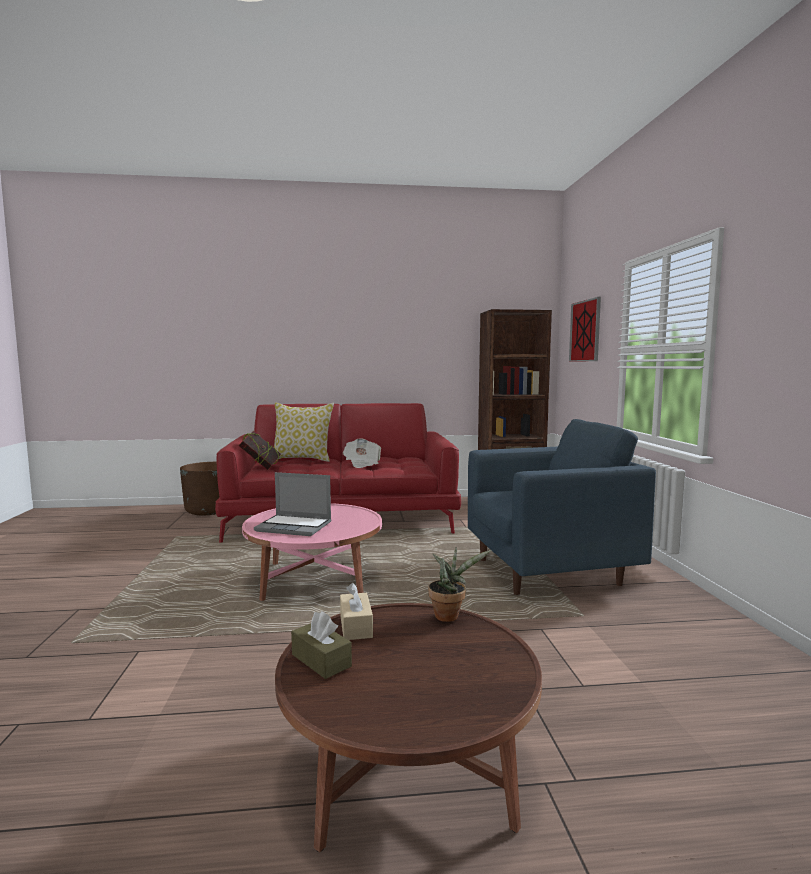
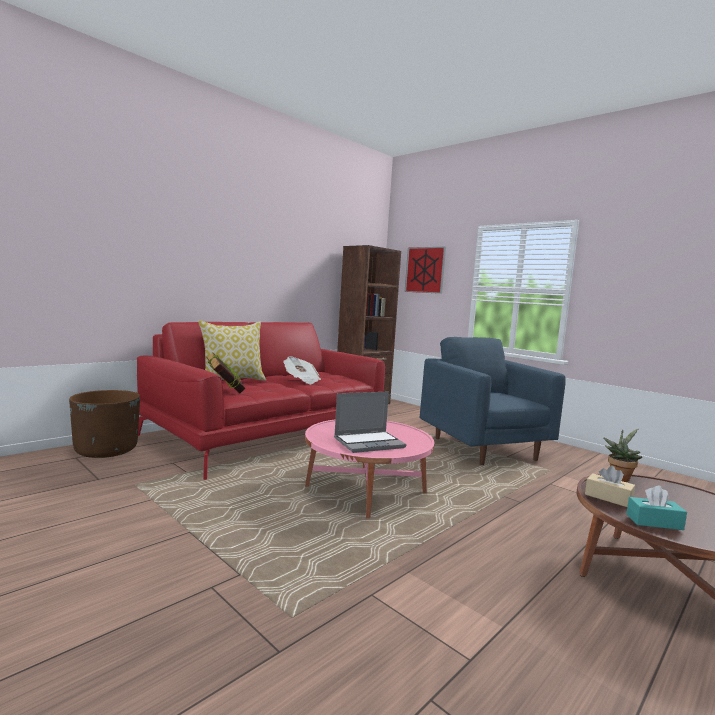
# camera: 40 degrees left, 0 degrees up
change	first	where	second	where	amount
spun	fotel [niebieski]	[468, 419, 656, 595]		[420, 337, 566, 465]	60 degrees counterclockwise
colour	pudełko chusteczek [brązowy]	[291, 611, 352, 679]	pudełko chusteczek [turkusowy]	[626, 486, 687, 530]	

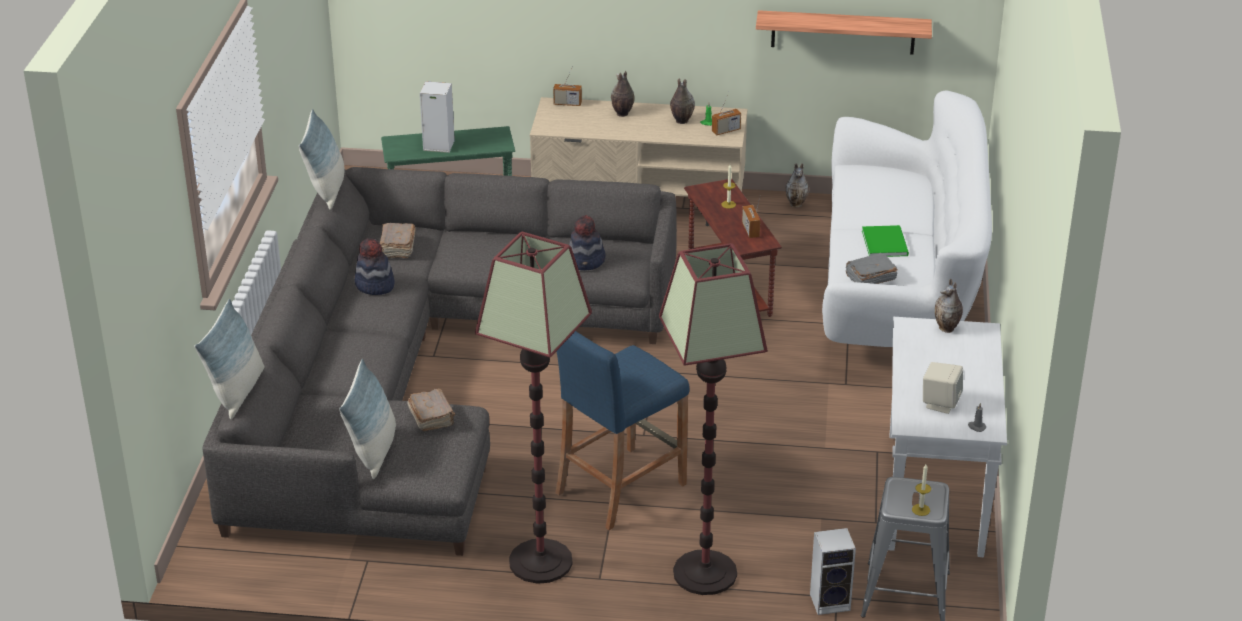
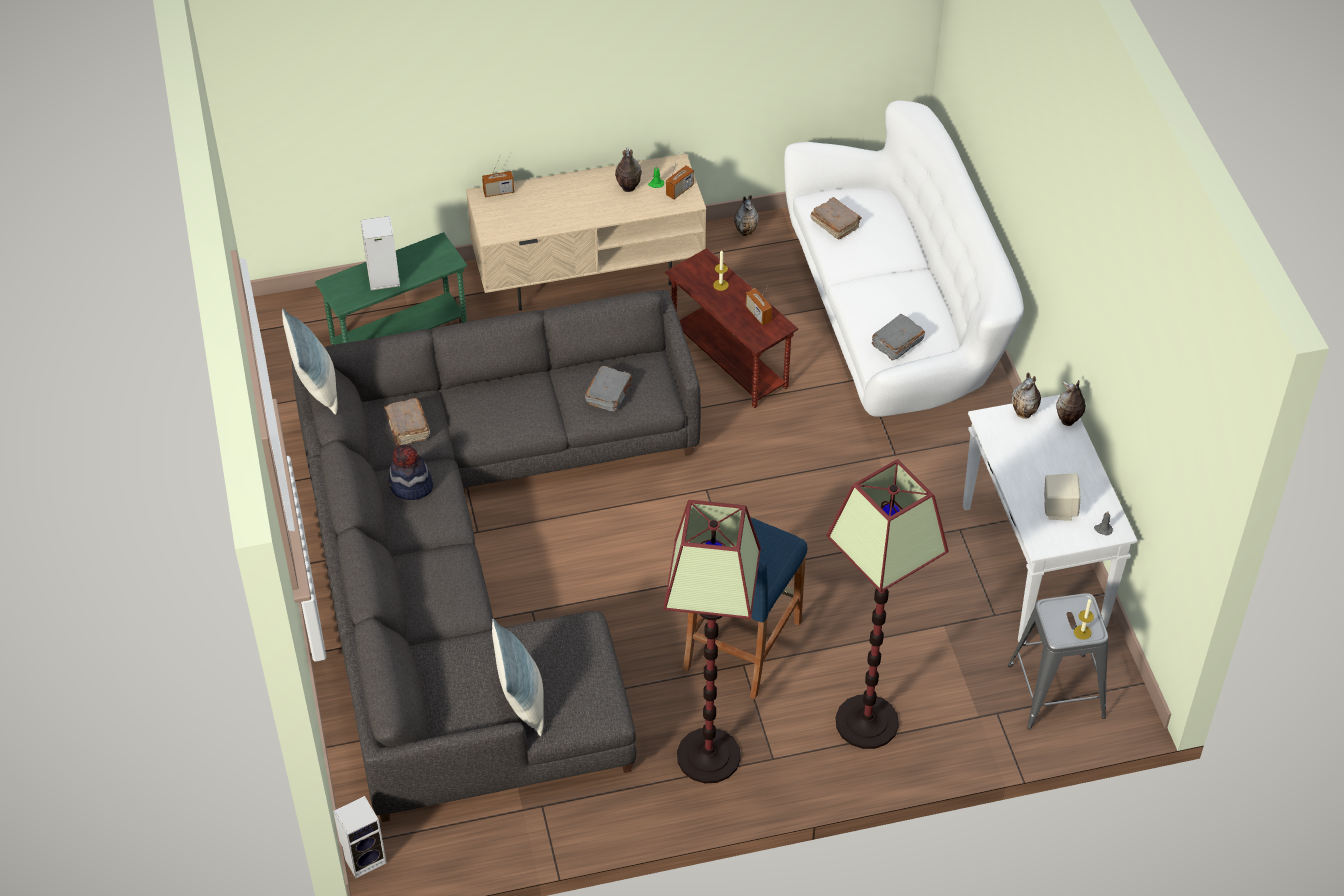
# camera: 20 degrees left, 15 degrees up
change	first	where	second	where	amount
missing	półka	[756, 10, 932, 55]			
relocated	wazon	[611, 71, 635, 117]		[1056, 380, 1086, 426]	
exchanged	kapelusz	[569, 215, 605, 270]	książka [szary]	[585, 366, 632, 411]	
missing	książka [zielony]	[862, 225, 909, 257]			
missing	poduszka	[195, 299, 264, 419]			
relocated	książka [brązowy]	[407, 388, 455, 431]		[811, 197, 862, 239]	
relocated	głośnik	[810, 528, 856, 615]		[333, 796, 387, 878]	

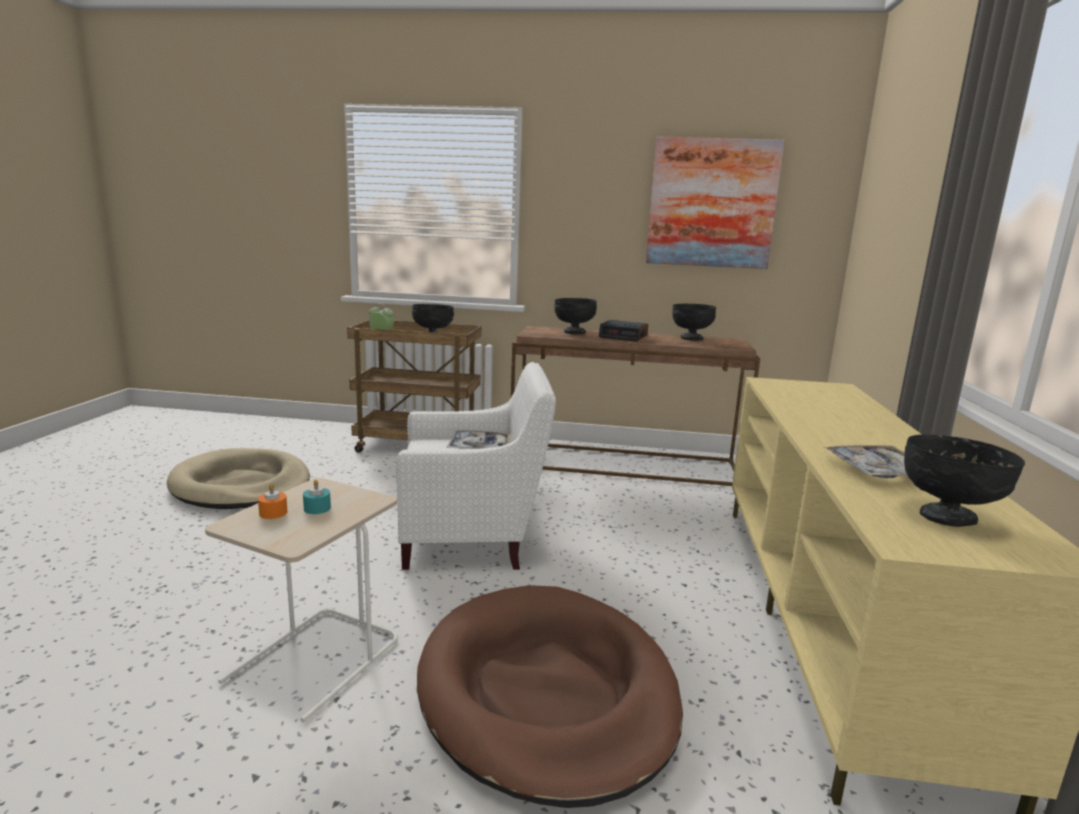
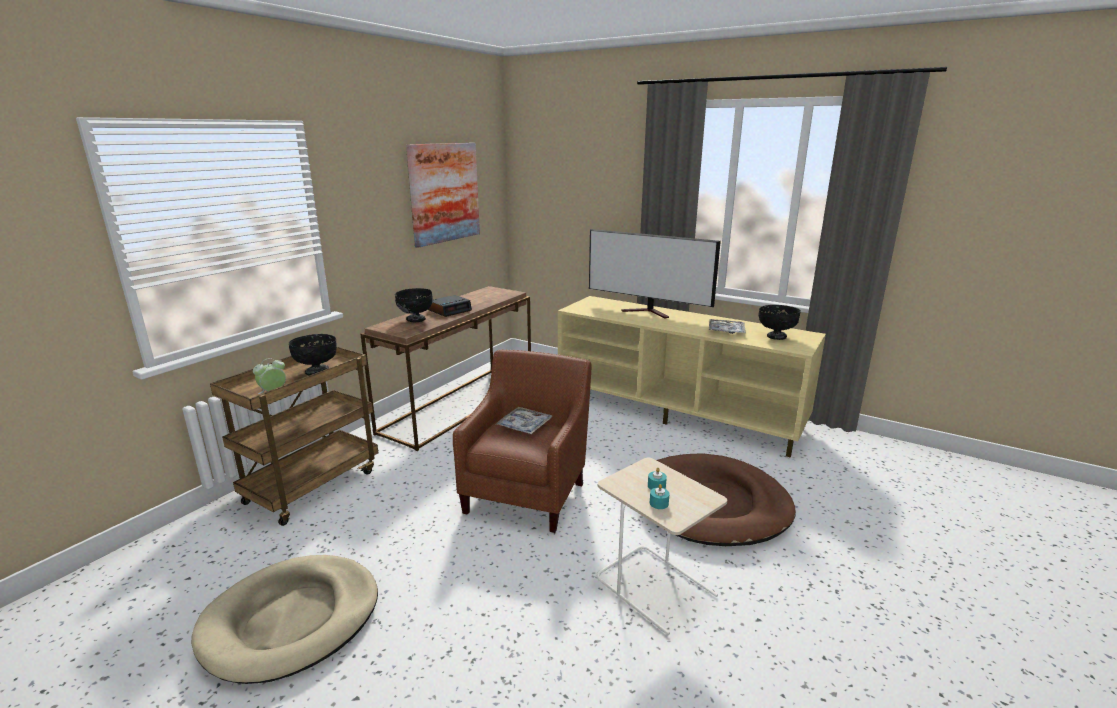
# camera: 65 degrees left, 5 degrees up
change	first	where	second	where	amount
missing	miska [czarny]	[672, 304, 716, 340]			
colour	fotel [biały]	[396, 362, 556, 570]	fotel [brązowy]	[453, 349, 592, 533]	
colour	świeca [pomarańczowy]	[258, 484, 288, 519]	świeca [turkusowy]	[650, 484, 670, 509]	
appeared			telewizor	[589, 229, 721, 319]	

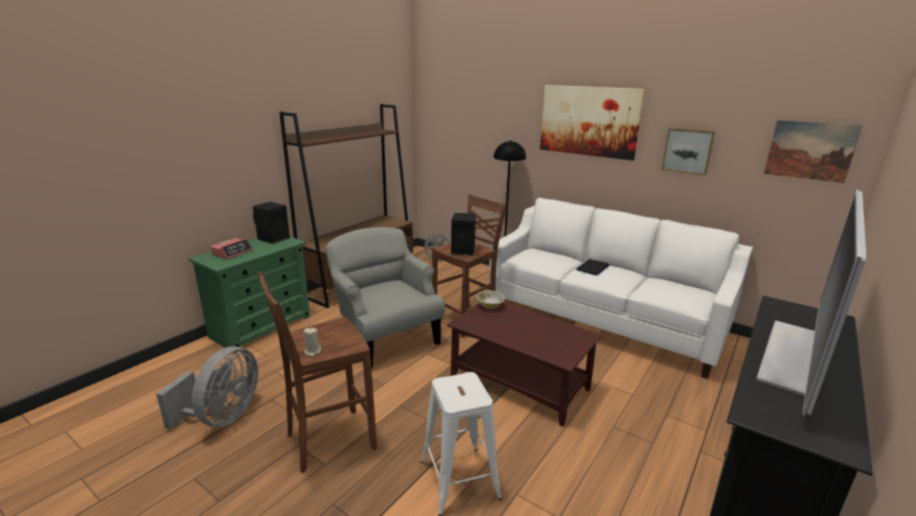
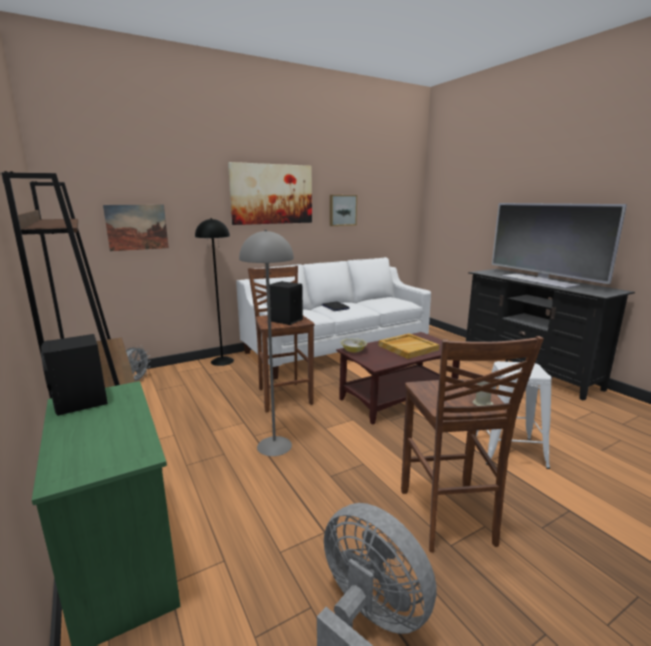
# camera: 65 degrees left, 5 degrees down
change	first	where	second	where	amount
relocated	obraz	[764, 120, 863, 183]		[103, 205, 169, 251]	
exchanged	fotel [szary]	[326, 227, 445, 369]	lampa stojąca [szary]	[239, 230, 294, 456]	
missing	budzik	[210, 238, 253, 259]			
appeared			taca [beżowy]	[379, 333, 440, 359]	

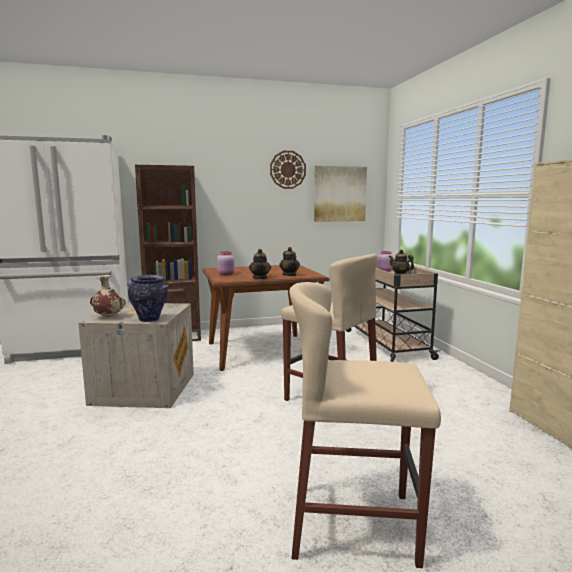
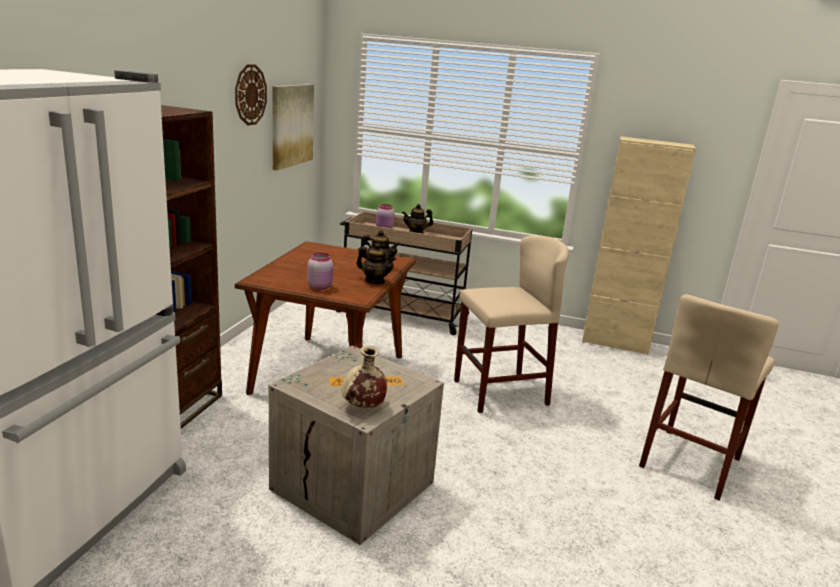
# camera: 60 degrees left, 10 degrees up
change	first	where	second	where	amount
missing	wazon	[127, 275, 169, 322]			

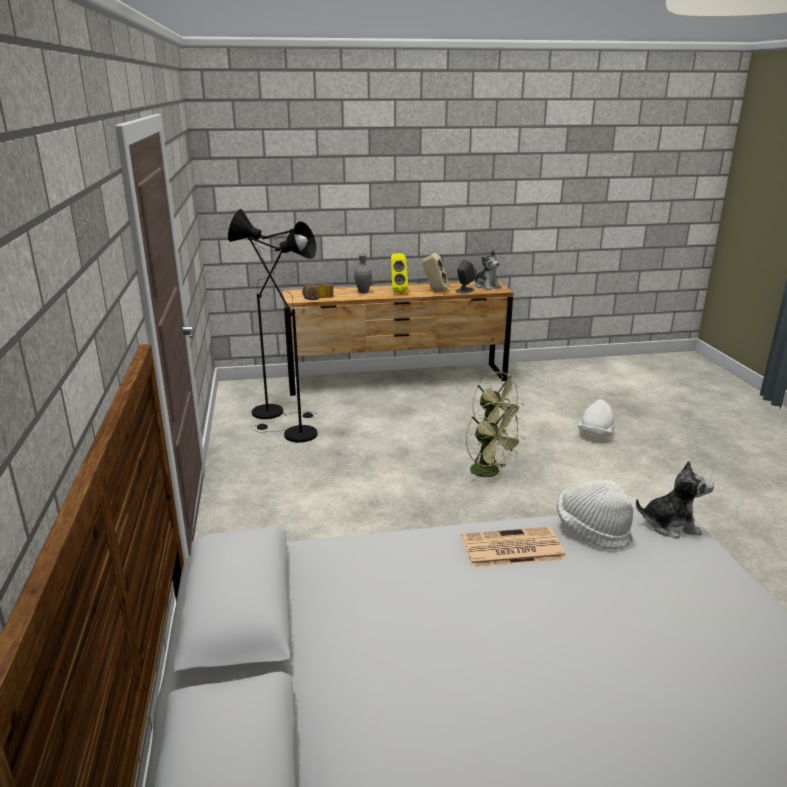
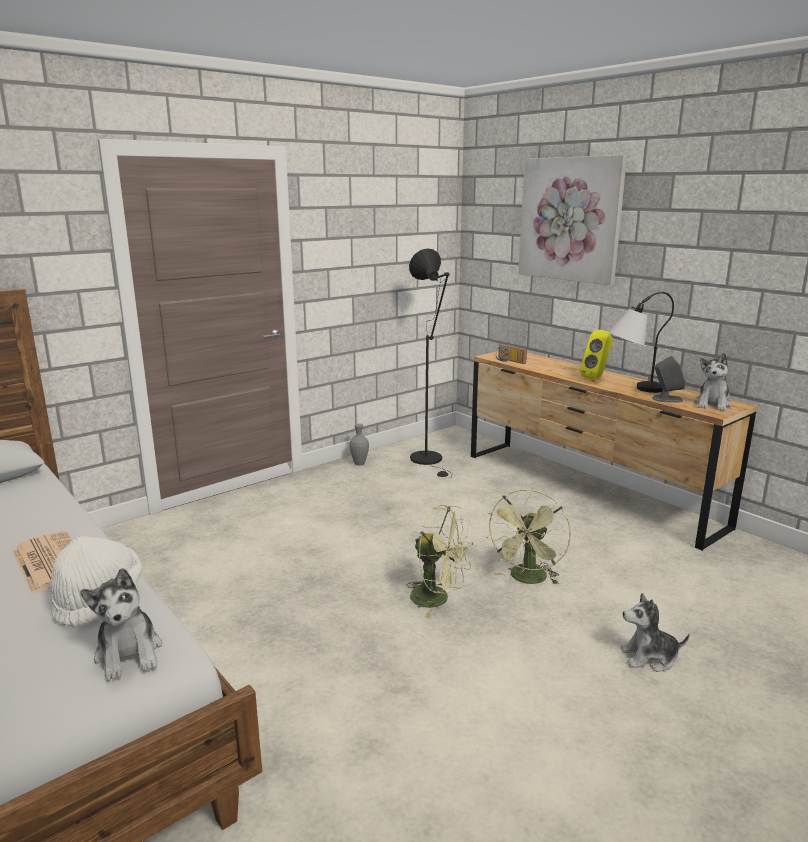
# camera: 60 degrees right, 5 degrees down
change	first	where	second	where	amount
missing	lampa stojąca [czarny]	[248, 222, 318, 443]			
exchanged	głośnik [beżowy]	[423, 253, 449, 292]	lampa stołowa	[609, 292, 674, 393]	
relocated	wazon [szary]	[354, 254, 372, 293]		[350, 424, 369, 465]	
exchanged	kapelusz [biały]	[578, 399, 614, 435]	pluszak	[621, 593, 690, 672]	
spun	wentylator [zielony]	[466, 402, 525, 482]		[406, 504, 473, 618]	90 degrees counterclockwise
appeared			obraz	[518, 155, 627, 286]	

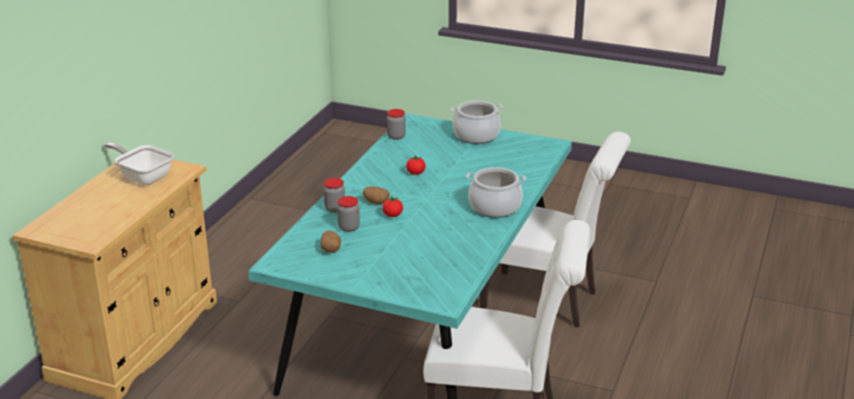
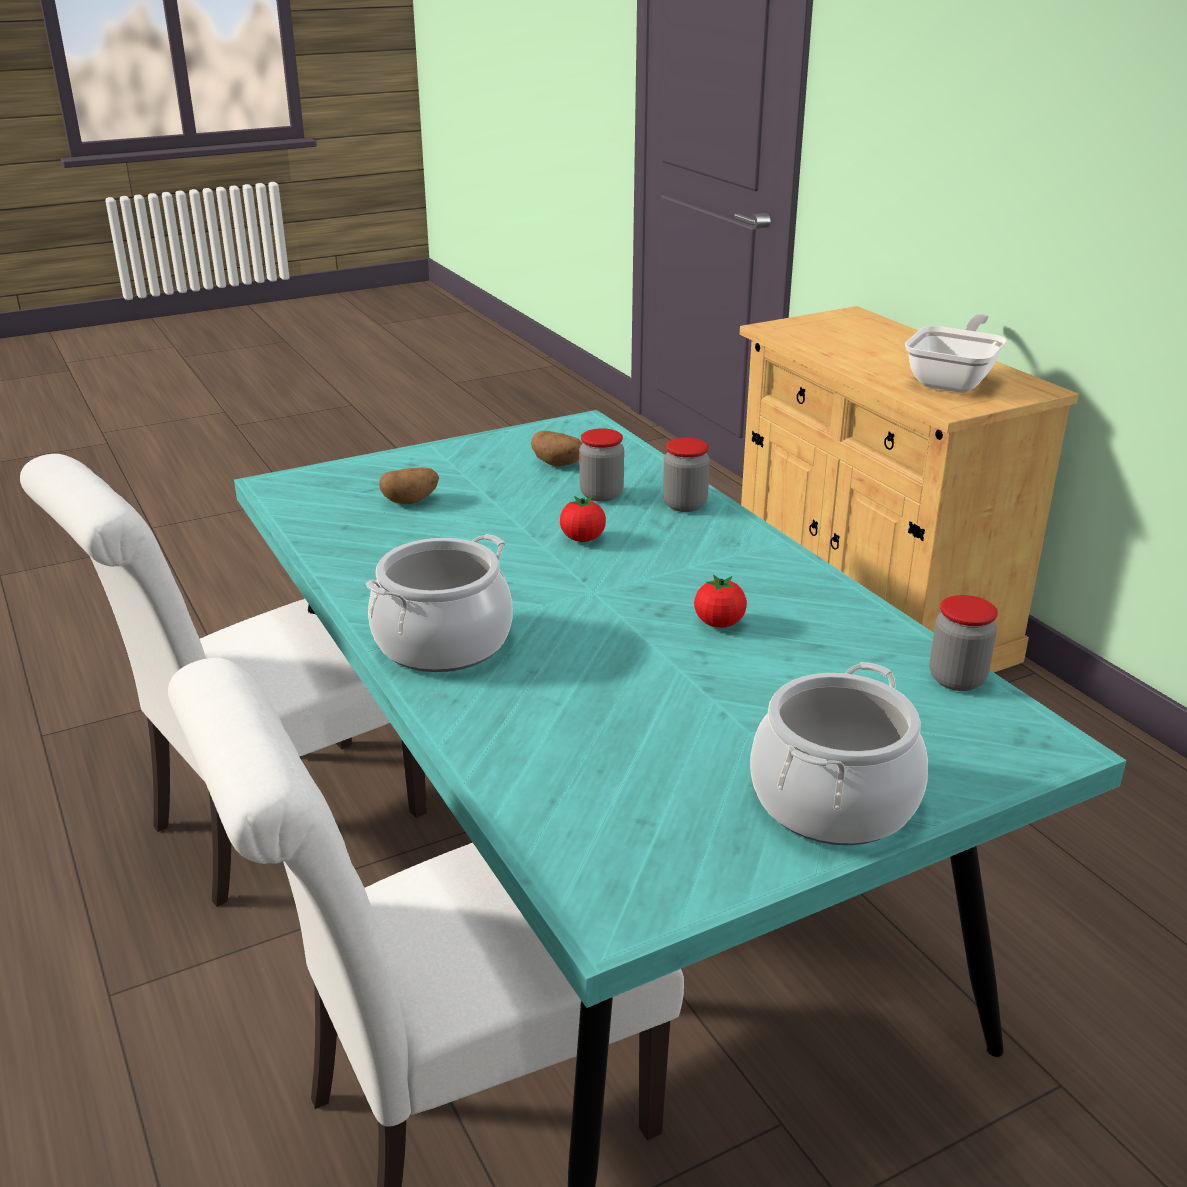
# camera: 130 degrees right, 0 degrees up
change	first	where	second	where	amount
spun	patelnia	[104, 142, 174, 185]		[905, 314, 1007, 393]	45 degrees counterclockwise
relocated	ziemniak	[363, 186, 390, 204]		[379, 467, 439, 504]	

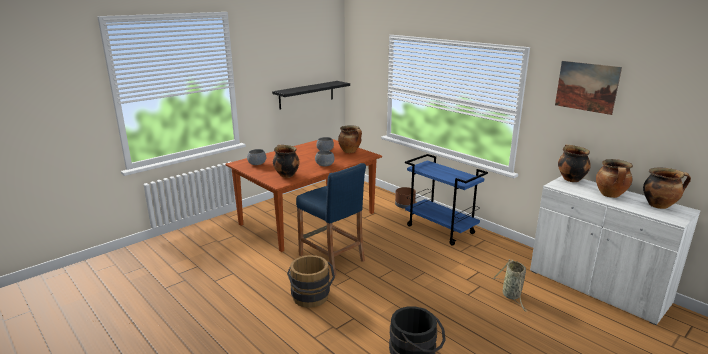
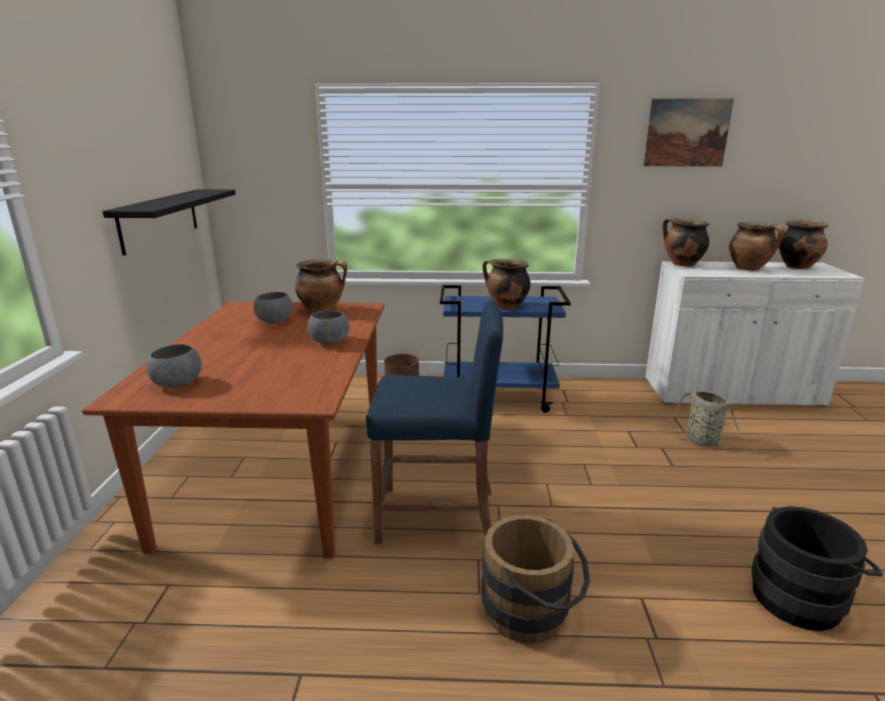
# camera: 45 degrees left, 0 degrees up
change	first	where	second	where	amount
relocated	garnek	[273, 145, 300, 178]		[482, 259, 531, 309]	

